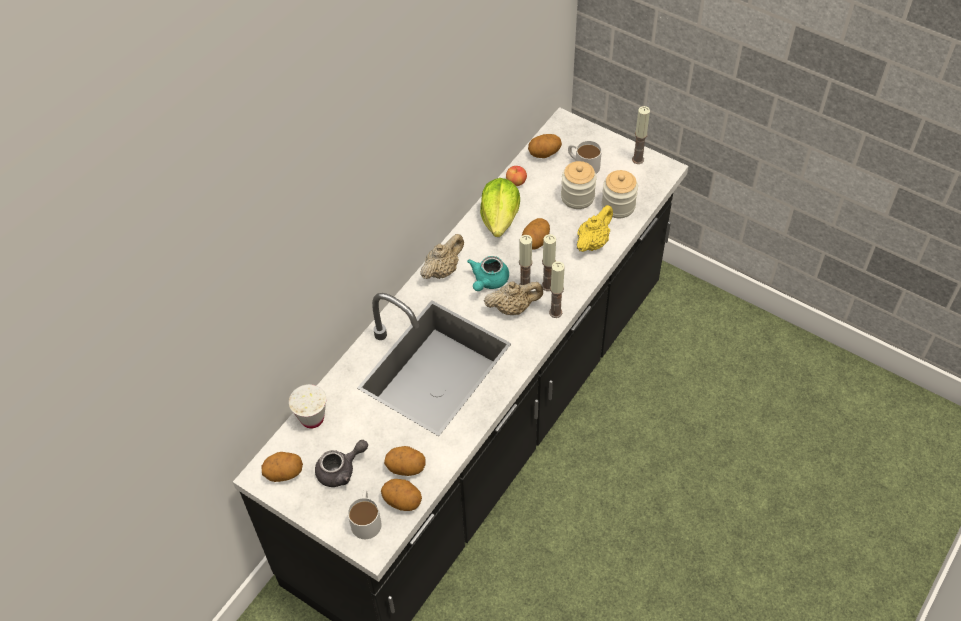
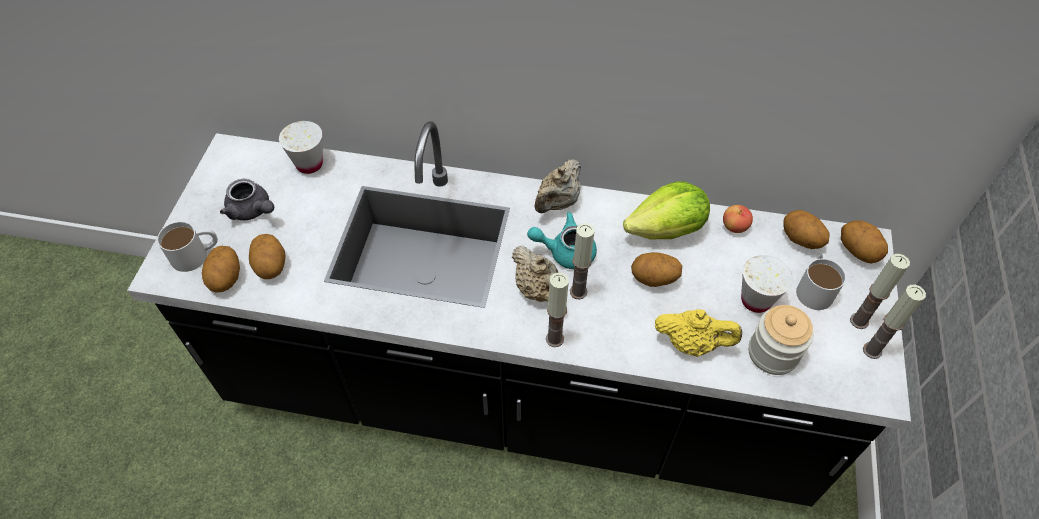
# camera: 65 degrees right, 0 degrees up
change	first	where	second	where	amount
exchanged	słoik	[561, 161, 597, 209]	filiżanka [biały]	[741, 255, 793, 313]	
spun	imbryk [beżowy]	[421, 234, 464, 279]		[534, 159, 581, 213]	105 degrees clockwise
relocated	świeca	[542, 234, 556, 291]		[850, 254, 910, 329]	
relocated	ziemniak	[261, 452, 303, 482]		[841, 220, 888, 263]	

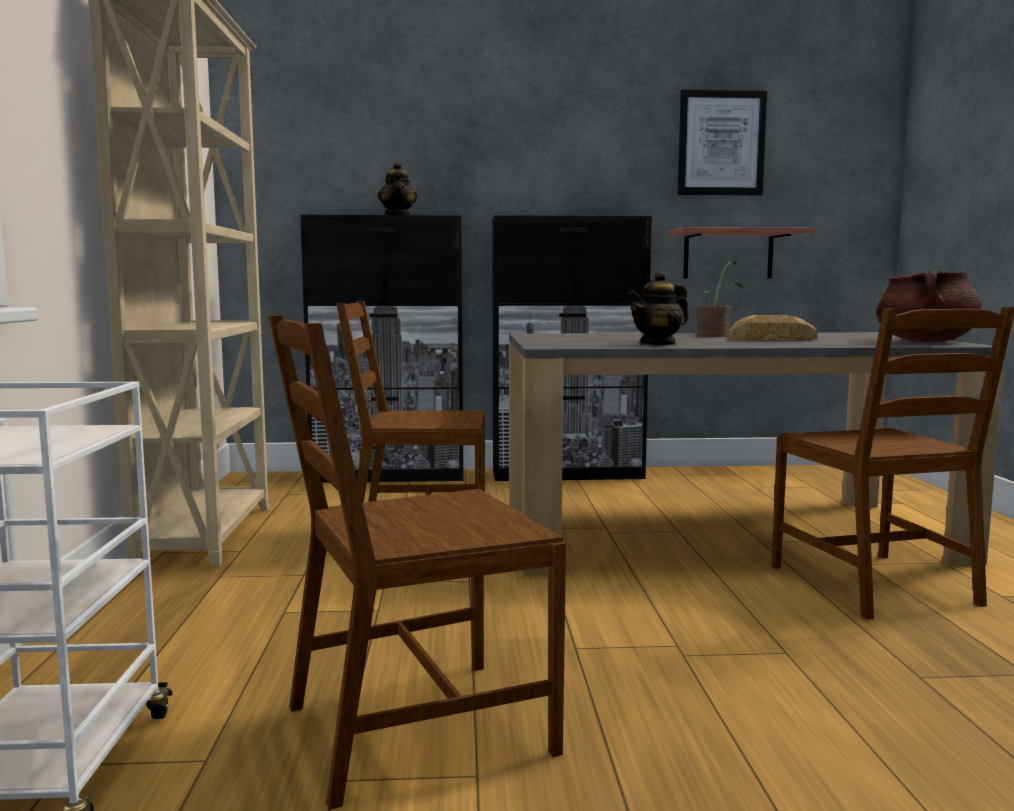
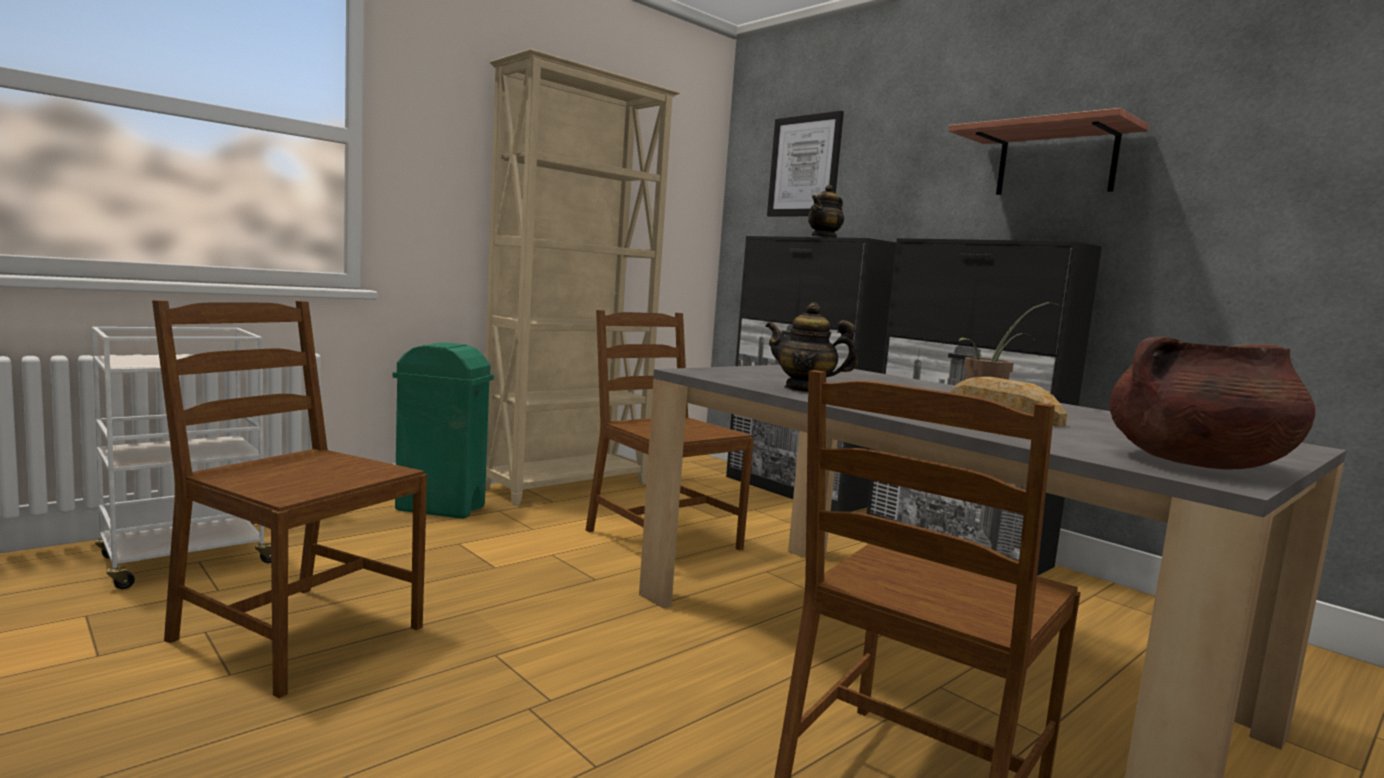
# camera: 50 degrees right, 0 degrees up
change	first	where	second	where	amount
relocated	obraz	[678, 90, 767, 196]		[767, 111, 844, 217]	
relocated	półka	[667, 227, 814, 279]		[948, 108, 1149, 195]	
appeared			kosz na śmieci [zielony]	[393, 342, 494, 519]	

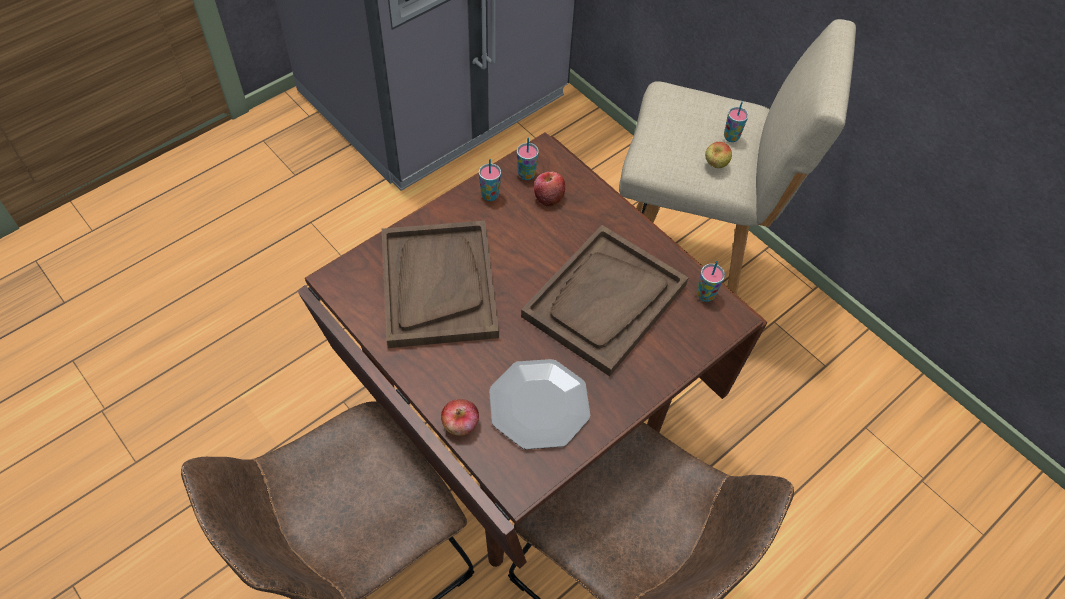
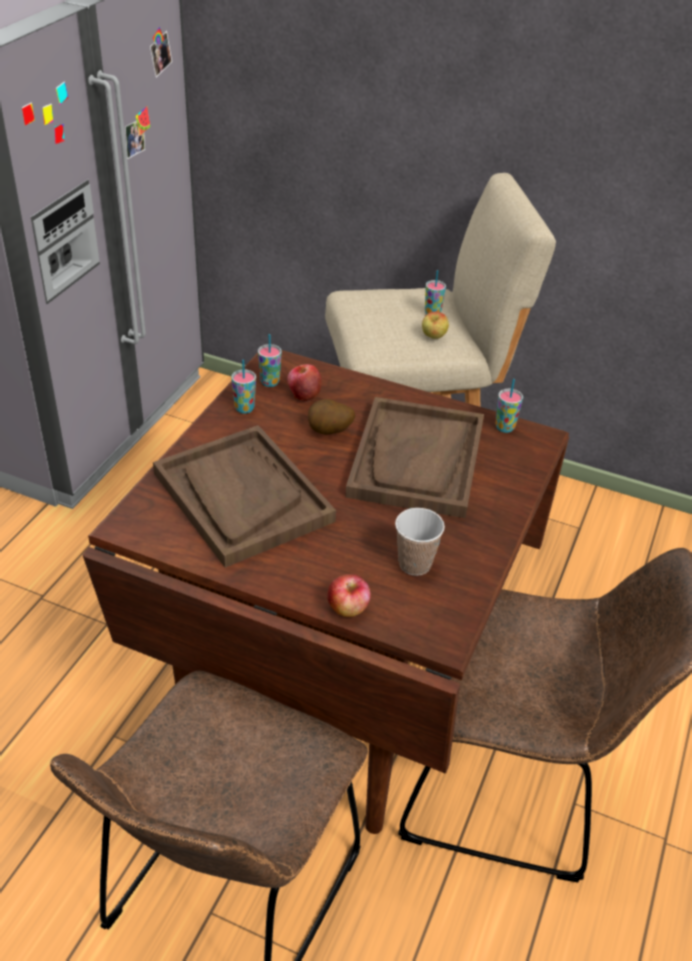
# camera: 25 degrees left, 15 degrees down
change	first	where	second	where	amount
exchanged	talerz	[489, 359, 590, 450]	filiżanka	[395, 508, 445, 576]	
appeared			ziemniak	[308, 399, 355, 435]	

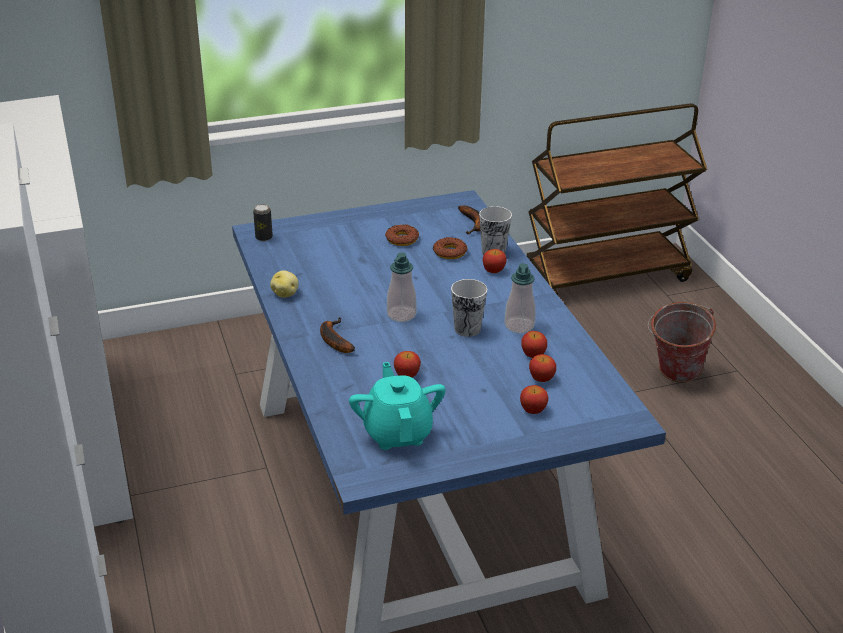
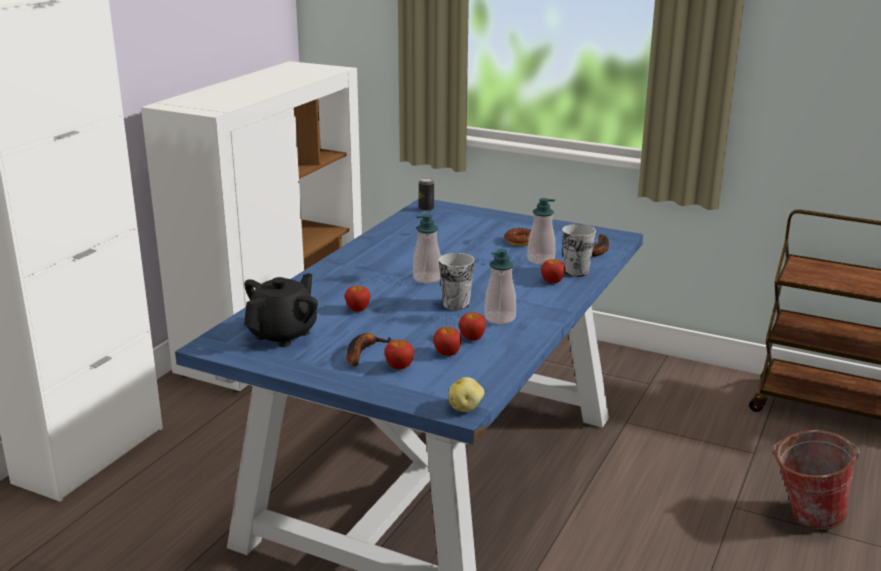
# camera: 45 degrees right, 10 degrees down
change	first	where	second	where	amount
exchanged	donut	[433, 237, 467, 259]	dozownik mydła	[527, 198, 555, 265]	
relocated	ziemniak	[270, 270, 299, 298]		[448, 377, 484, 412]	
relocated	banan	[320, 317, 355, 353]		[346, 333, 391, 366]	
colour	imbryk [turkusowy]	[349, 362, 446, 450]	imbryk [czarny]	[244, 273, 318, 347]	

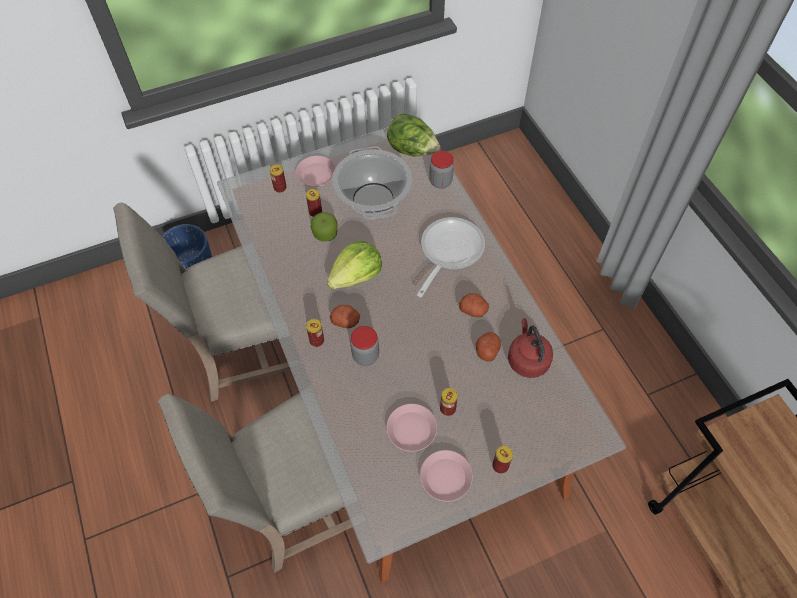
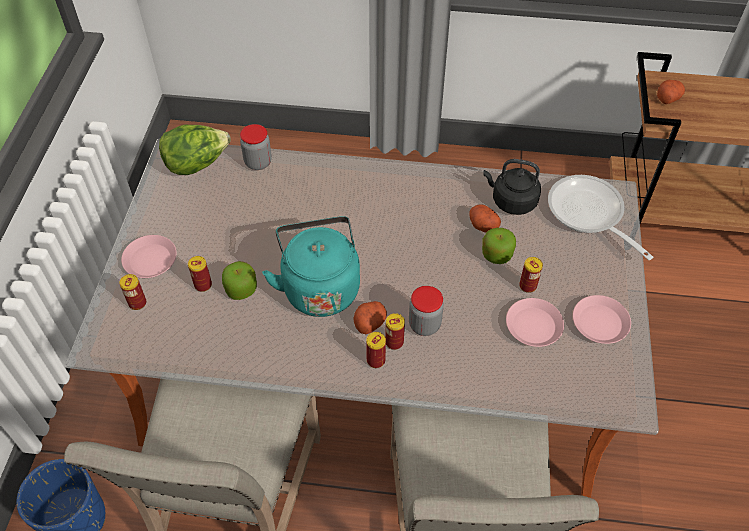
# camera: 60 degrees left, 5 degrees down
change	first	where	second	where	amount
missing	garnek	[332, 147, 412, 220]			
relocated	patelnia	[417, 217, 485, 297]		[548, 175, 653, 260]	
exchanged	sałata	[327, 241, 382, 289]	czajnik [turkusowy]	[262, 216, 360, 317]	
relocated	ziemniak	[459, 293, 489, 317]		[657, 80, 685, 104]	
colour	czajnik [czerwony]	[508, 318, 553, 378]	czajnik [czarny]	[483, 159, 541, 215]	
relocated	puszka	[492, 446, 513, 473]		[385, 313, 405, 350]	
appeared			jabłko	[482, 228, 516, 264]	

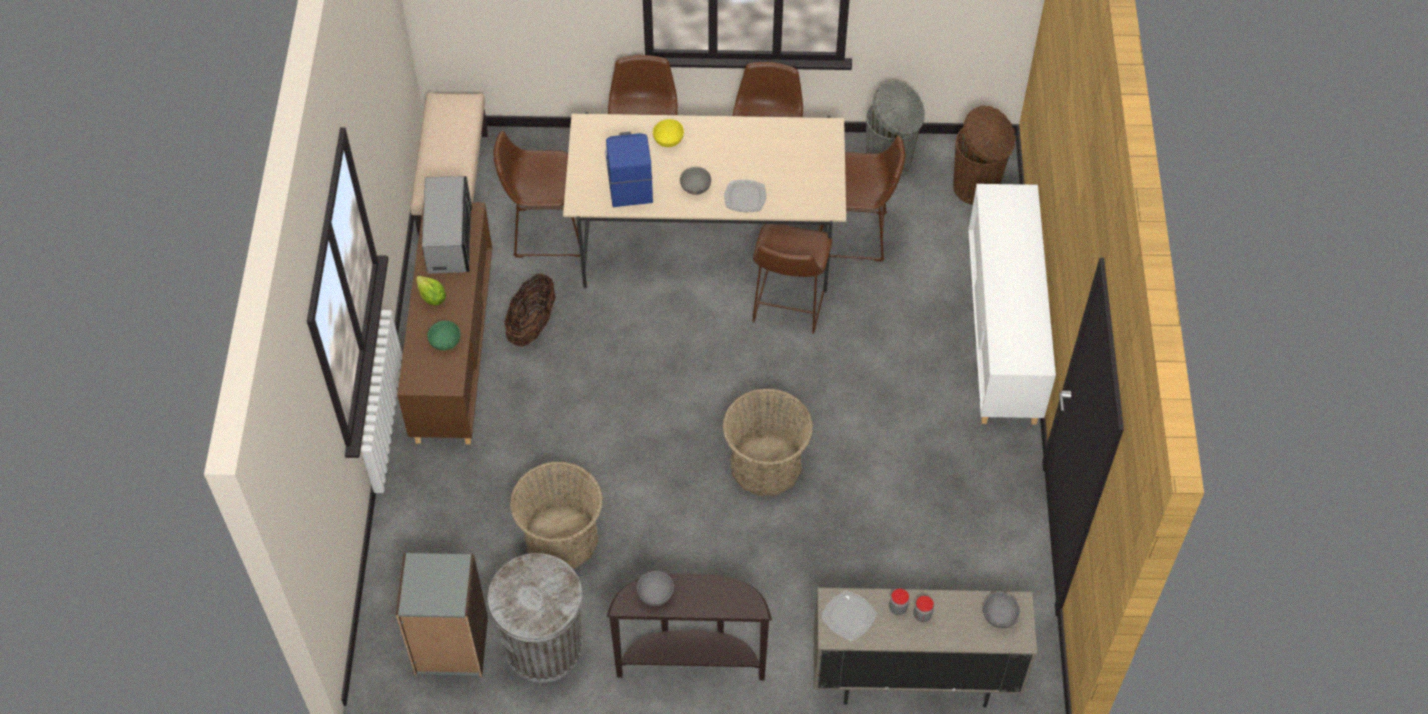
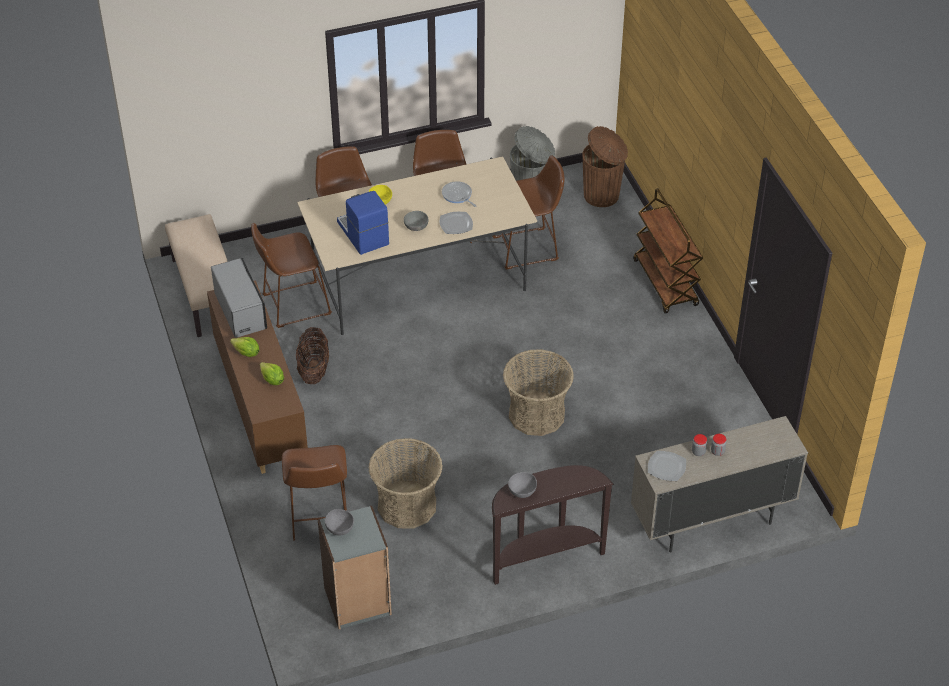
# camera: 20 degrees left, 10 degrees down
change	first	where	second	where	amount
exchanged	szafka [biały]	[968, 184, 1056, 425]	wózek [brązowy]	[633, 188, 703, 314]	
relocated	stołek [brązowy]	[752, 224, 832, 334]		[282, 445, 347, 541]	
exchanged	miska [zielony]	[427, 321, 461, 350]	sałata	[260, 362, 284, 385]	
missing	kosz na śmieci [szary]	[487, 553, 583, 683]			
relocated	miska [szary]	[983, 592, 1020, 628]		[325, 509, 354, 535]	
appeared			patelnia	[442, 181, 477, 207]	

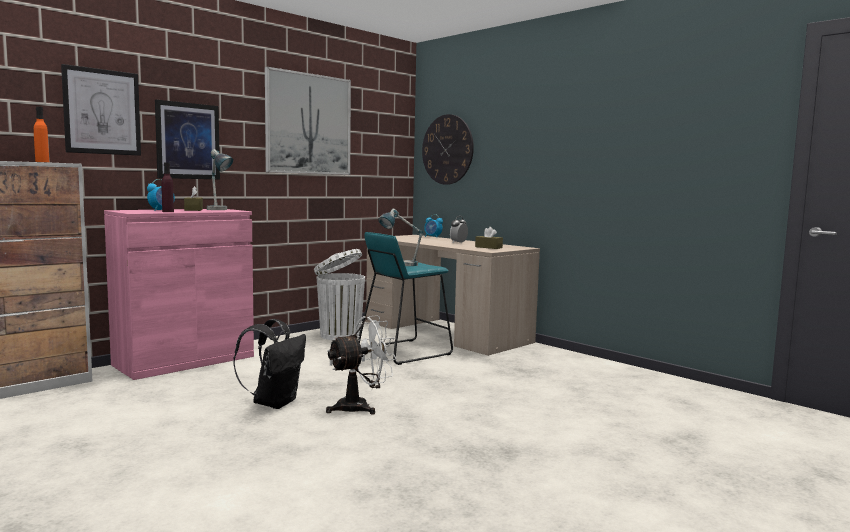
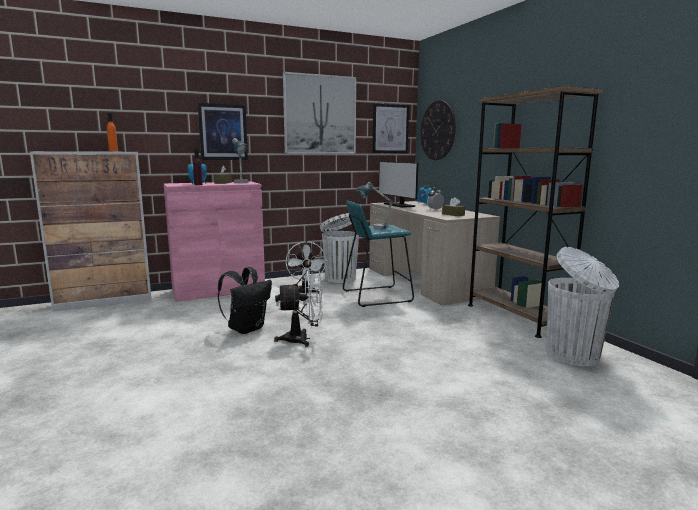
# camera: 20 degrees right, 5 degrees up
change	first	where	second	where	amount
relocated	obraz	[61, 64, 141, 156]		[373, 104, 409, 153]	
appeared			regał [brązowy]	[468, 86, 603, 338]	
appeared			monitor	[379, 161, 418, 208]	
appeared			wentylator [biały]	[286, 241, 327, 294]	
appeared			kosz na śmieci [biały]	[547, 247, 619, 366]	

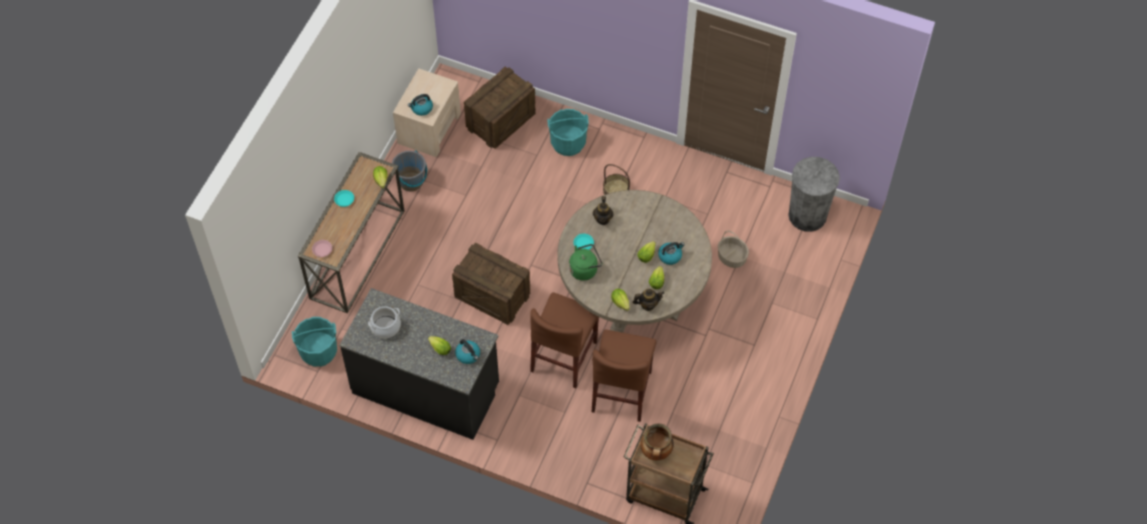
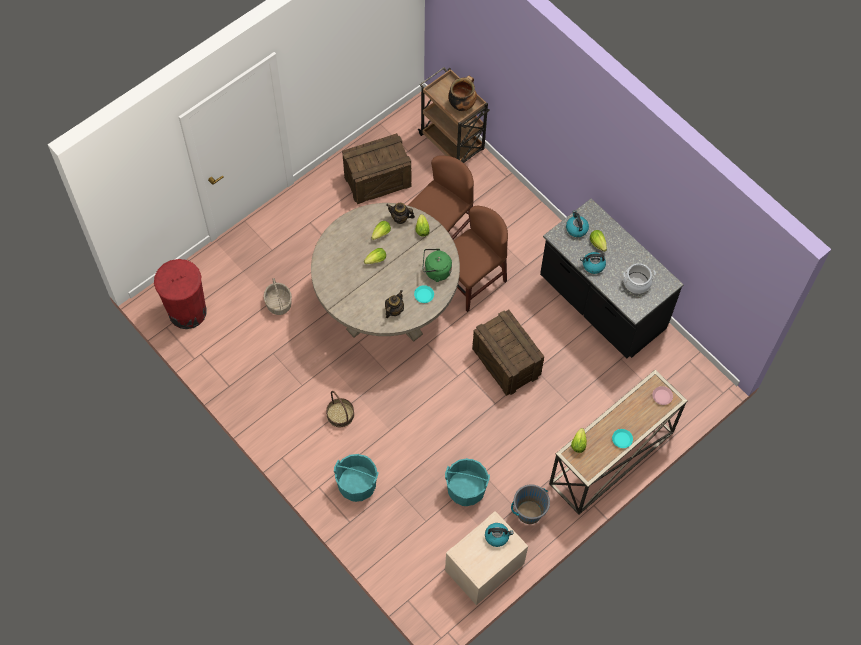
# camera: 155 degrees left, 5 degrees up
change	first	where	second	where	amount
relocated	skrzynka	[464, 66, 536, 149]		[342, 133, 412, 204]	
colour	kosz na śmieci [szary]	[788, 157, 840, 232]	kosz na śmieci [czerwony]	[154, 259, 207, 329]	
relocated	czajnik	[658, 242, 685, 265]		[580, 252, 606, 274]	
relocated	wiadro [turkusowy]	[292, 317, 337, 367]		[445, 458, 490, 506]	

